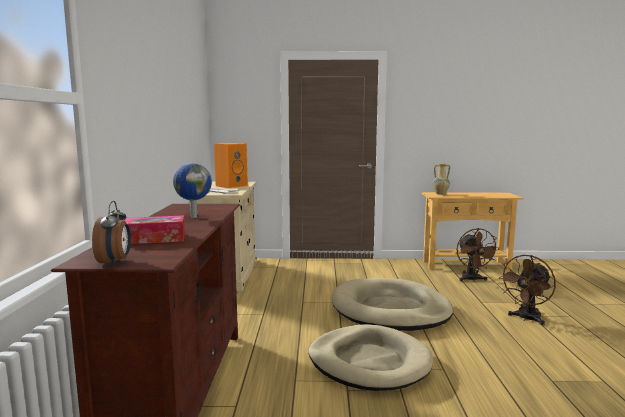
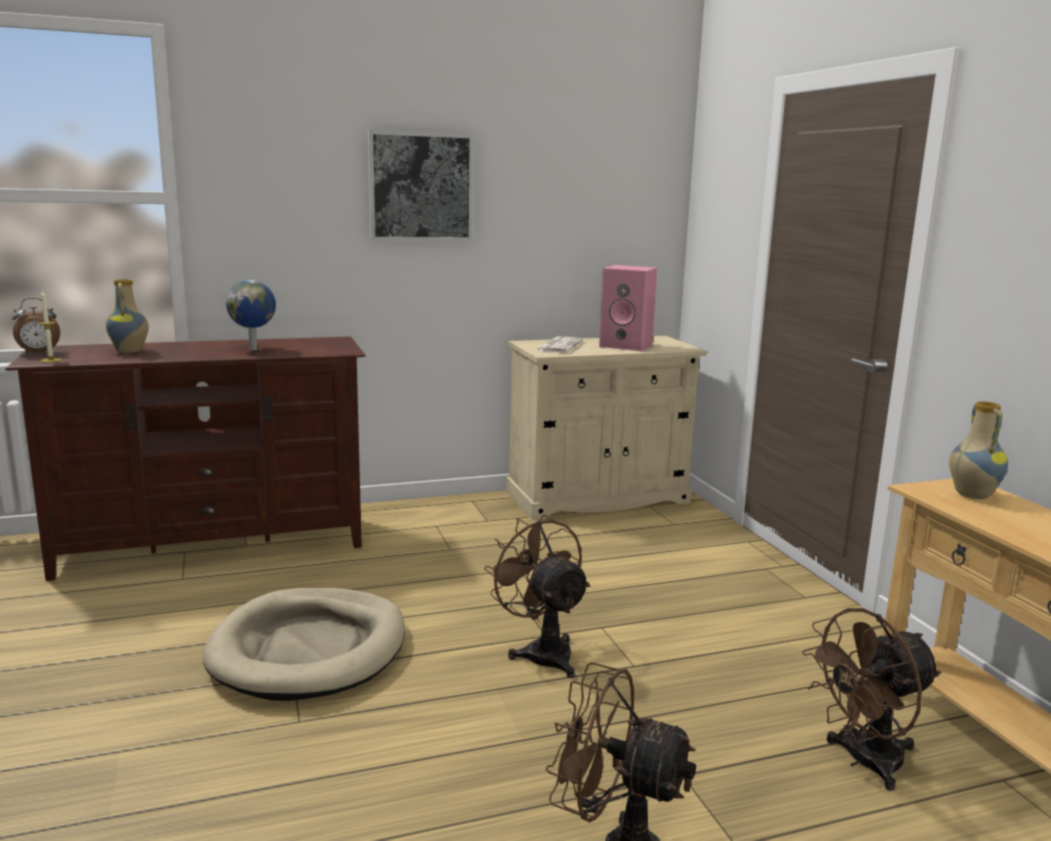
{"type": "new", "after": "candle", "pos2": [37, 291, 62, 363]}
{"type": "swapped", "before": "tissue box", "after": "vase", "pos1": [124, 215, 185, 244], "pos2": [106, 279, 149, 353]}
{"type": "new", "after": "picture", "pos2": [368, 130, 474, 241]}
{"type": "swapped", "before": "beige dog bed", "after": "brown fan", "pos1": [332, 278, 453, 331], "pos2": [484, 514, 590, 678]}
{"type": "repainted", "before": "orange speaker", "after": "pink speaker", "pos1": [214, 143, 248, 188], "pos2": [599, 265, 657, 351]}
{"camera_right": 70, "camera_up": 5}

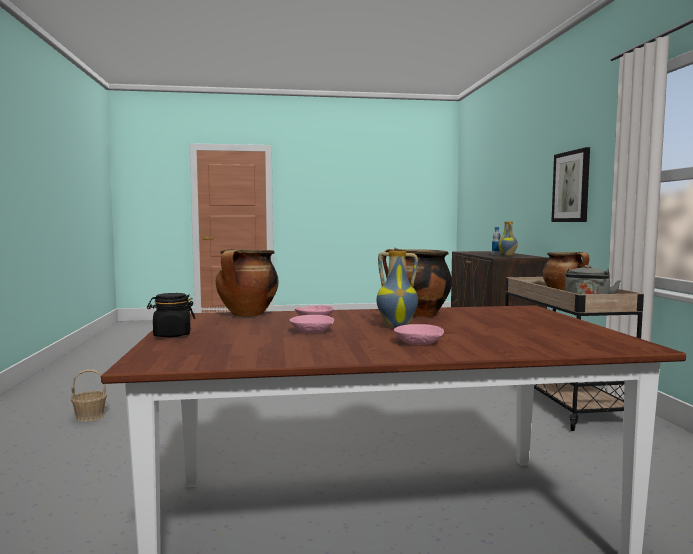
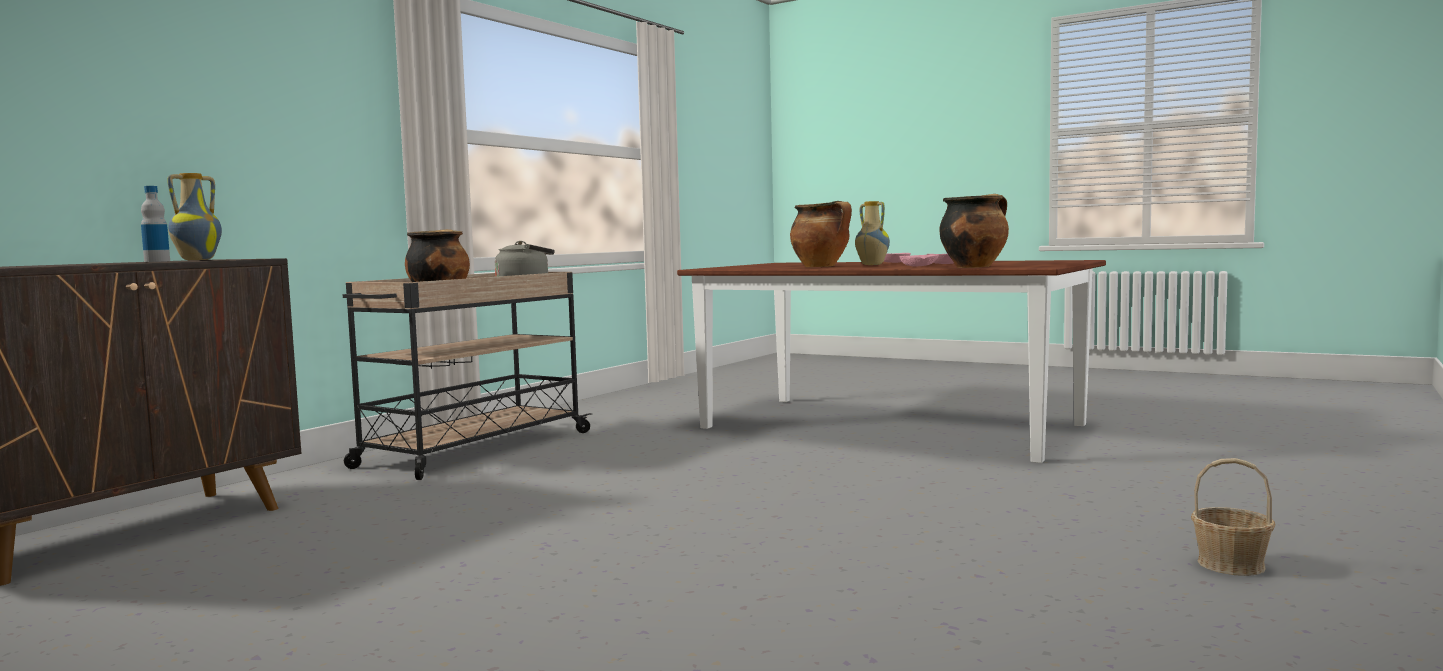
{"type": "gone", "before": "black jar", "pos1": [147, 293, 195, 337]}
{"type": "gone", "before": "picture", "pos1": [551, 147, 590, 222]}
{"camera_right": -140, "camera_up": 0}

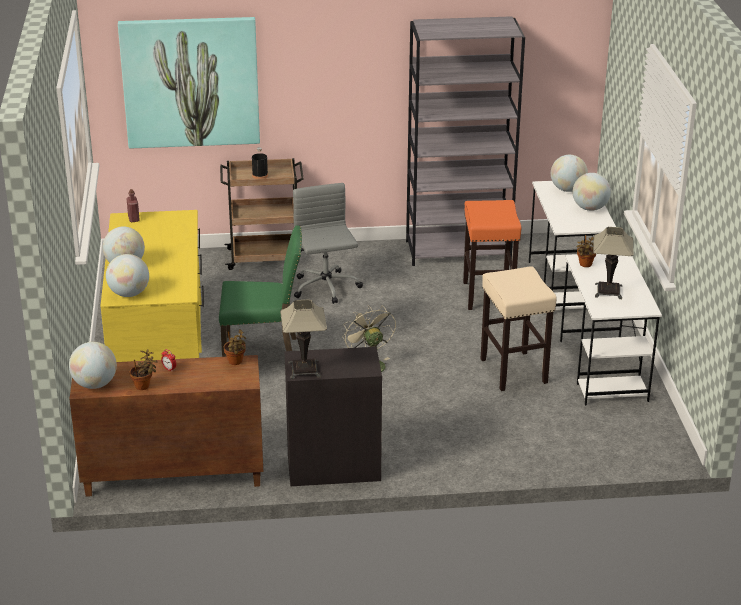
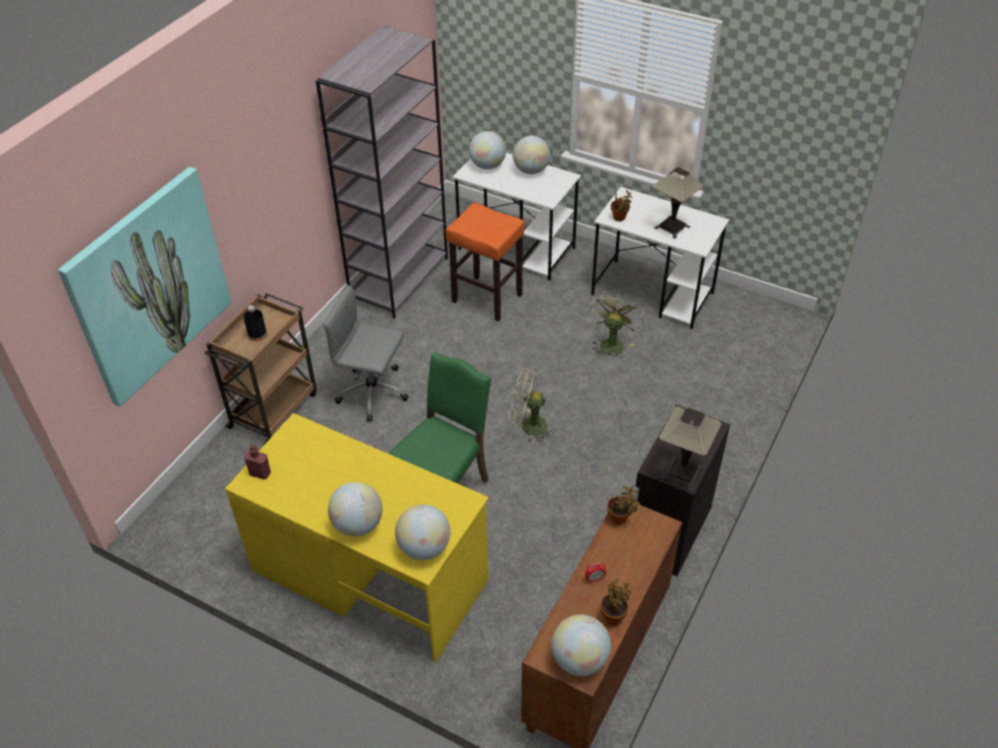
{"type": "swapped", "before": "beige stool", "after": "green fan", "pos1": [480, 266, 557, 391], "pos2": [590, 291, 644, 359]}
{"camera_right": -55, "camera_up": 15}

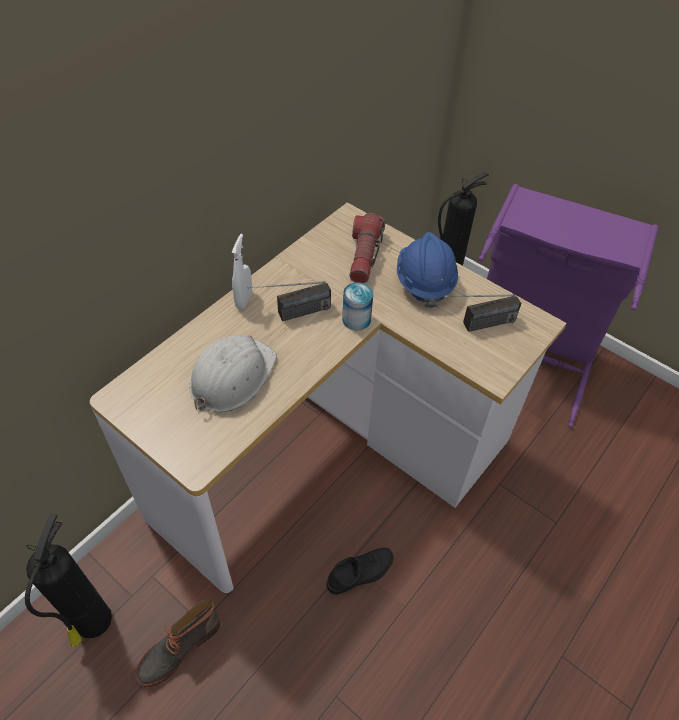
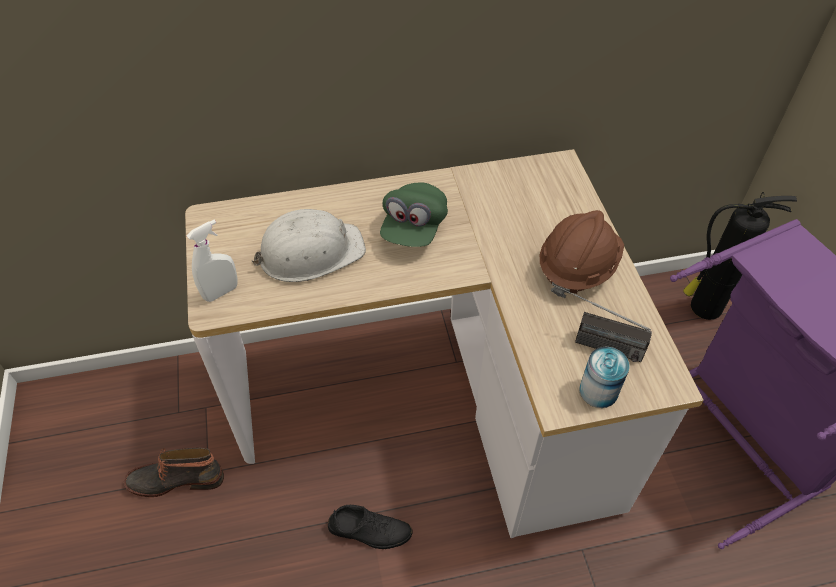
{"type": "shifted", "before": "white spray bottle", "pos1": [232, 234, 252, 310], "pos2": [187, 220, 238, 302]}
{"type": "swapped", "before": "radio", "after": "green cap", "pos1": [248, 281, 331, 321], "pos2": [380, 183, 448, 247]}
{"type": "repainted", "before": "blue hard hat", "after": "brown hard hat", "pos1": [397, 232, 458, 308], "pos2": [540, 210, 624, 298]}
{"type": "shifted", "before": "can", "pos1": [342, 282, 373, 330], "pos2": [579, 347, 630, 408]}
{"type": "gone", "before": "fire extinguisher", "pos1": [25, 514, 112, 647]}
{"type": "gone", "before": "flashlight", "pos1": [349, 213, 385, 283]}
{"camera_right": 40, "camera_up": 0}

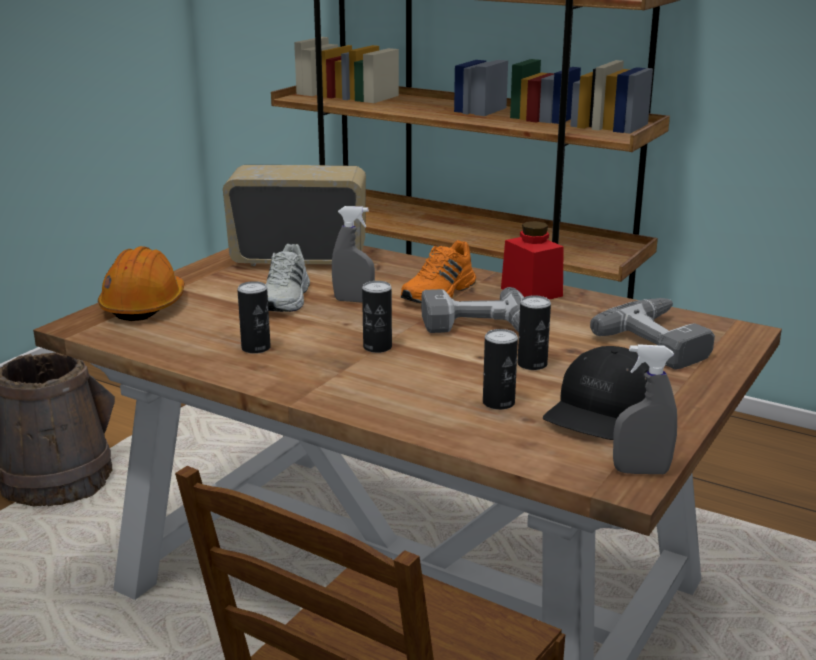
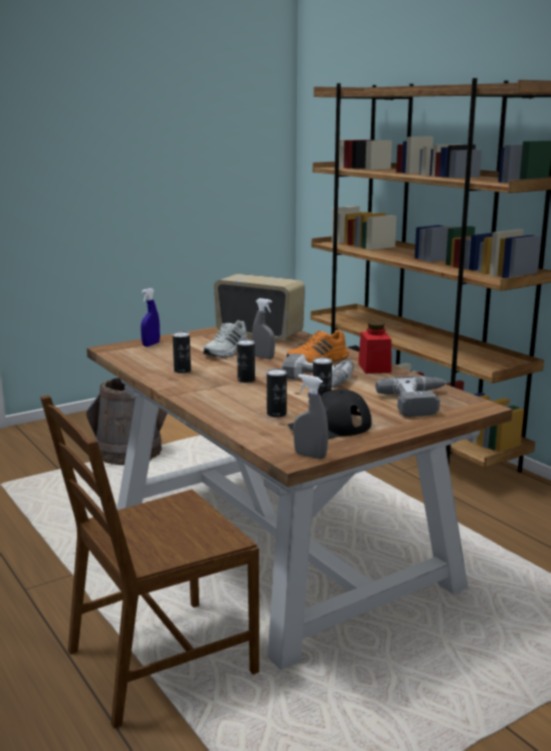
{"type": "swapped", "before": "orange hard hat", "after": "blue spray bottle", "pos1": [98, 246, 184, 321], "pos2": [141, 288, 160, 347]}
{"camera_right": 25, "camera_up": -5}

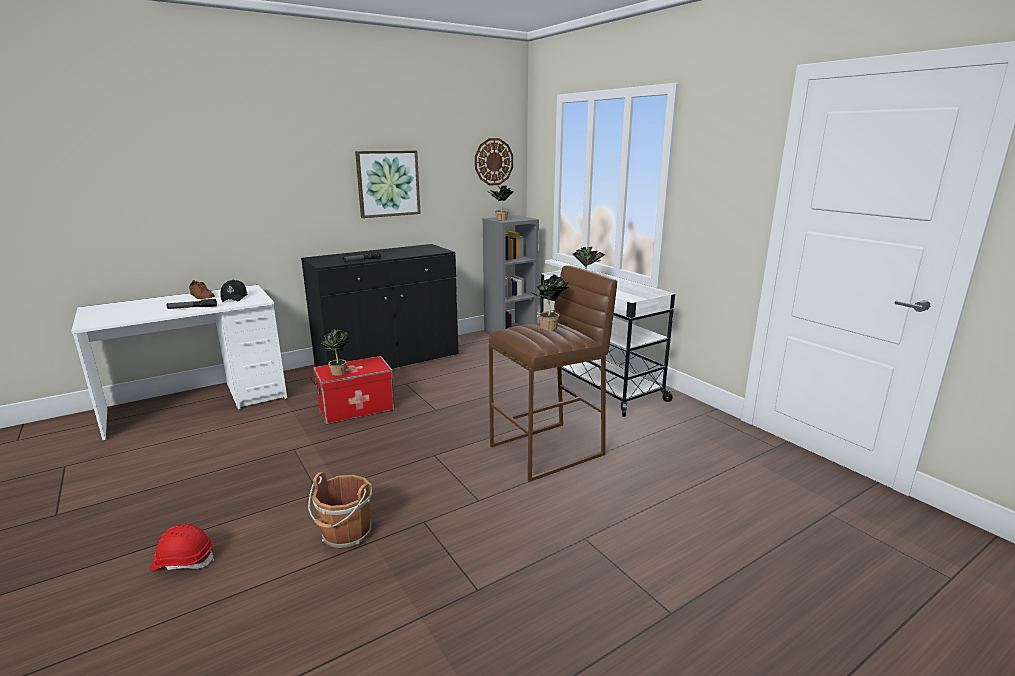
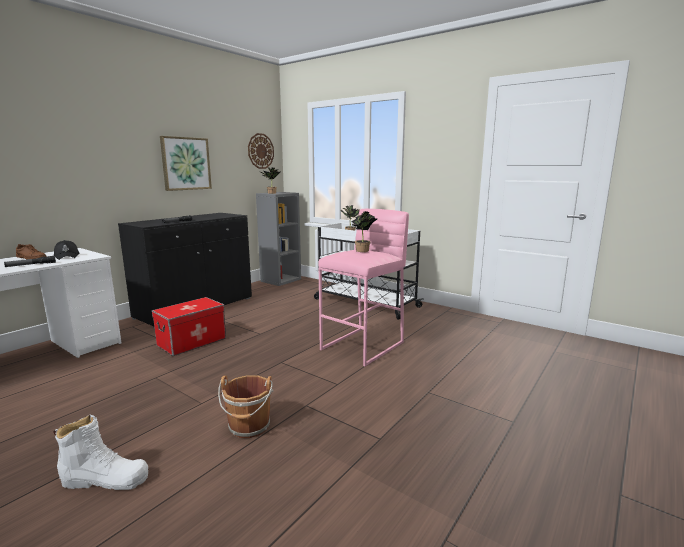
{"type": "swapped", "before": "red hard hat", "after": "white boot", "pos1": [149, 524, 214, 570], "pos2": [53, 415, 148, 490]}
{"type": "repainted", "before": "brown stool", "after": "pink stool", "pos1": [489, 265, 617, 482], "pos2": [318, 209, 409, 366]}
{"type": "gone", "before": "potted plant", "pos1": [321, 329, 351, 376]}
{"camera_right": -20, "camera_up": -5}

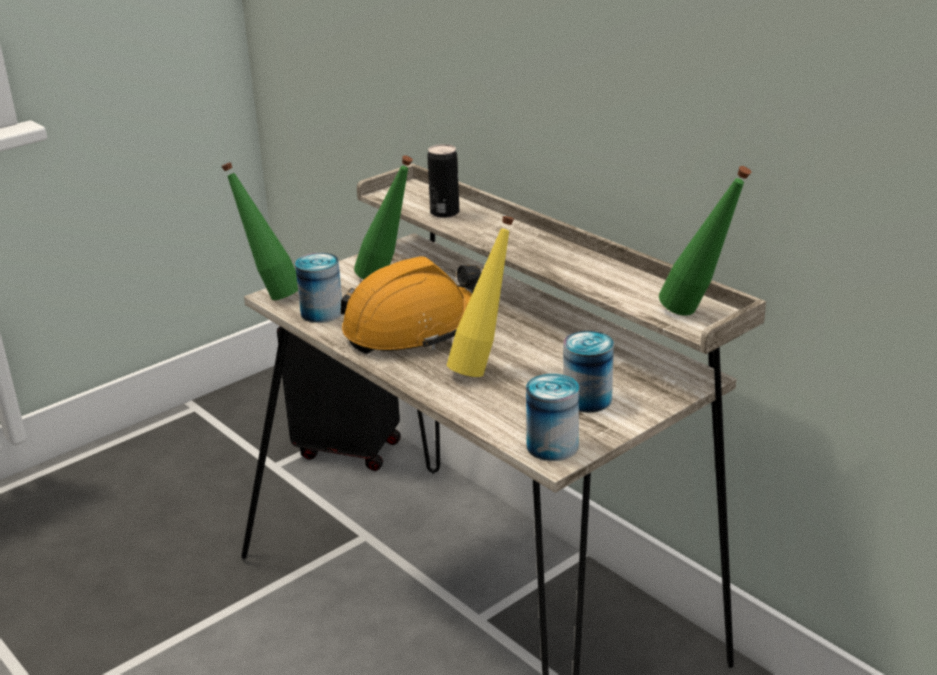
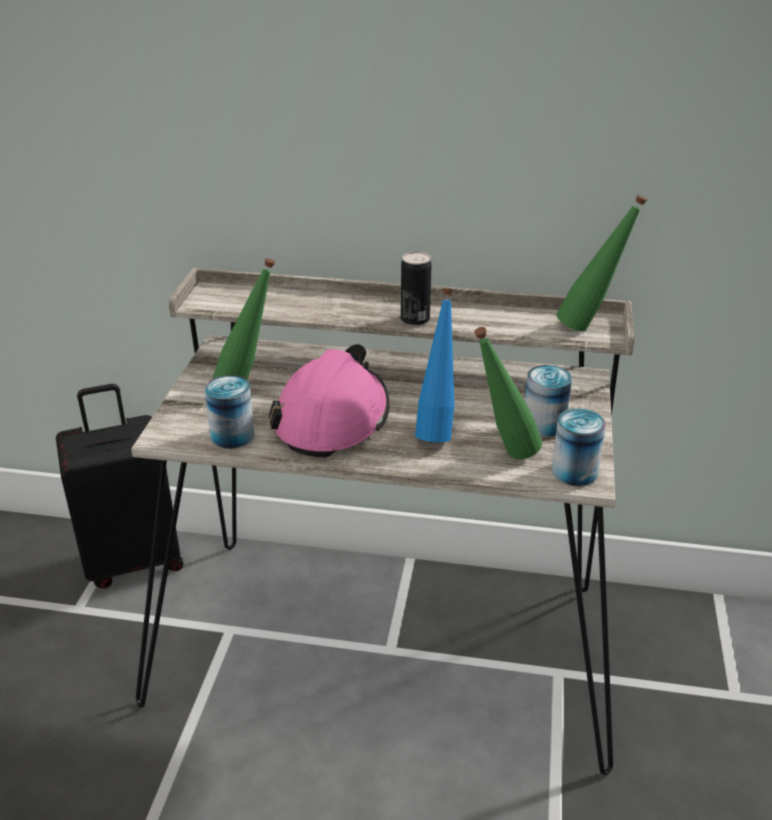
{"type": "repainted", "before": "orange hard hat", "after": "pink hard hat", "pos1": [341, 256, 481, 354], "pos2": [269, 344, 390, 457]}
{"type": "shifted", "before": "can", "pos1": [427, 144, 459, 218], "pos2": [401, 252, 432, 326]}
{"type": "repainted", "before": "yellow bottle", "after": "blue bottle", "pos1": [447, 216, 514, 377], "pos2": [415, 288, 454, 442]}
{"type": "shifted", "before": "green bottle", "pos1": [221, 162, 298, 300], "pos2": [474, 327, 542, 459]}
{"camera_right": -40, "camera_up": 5}

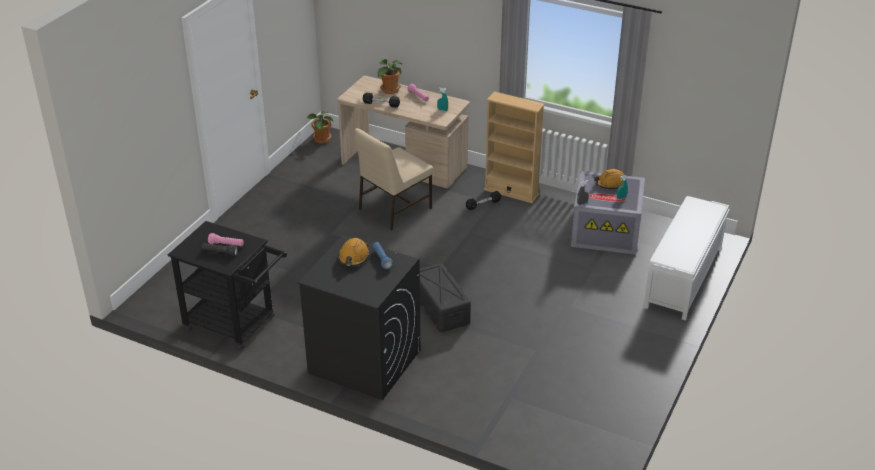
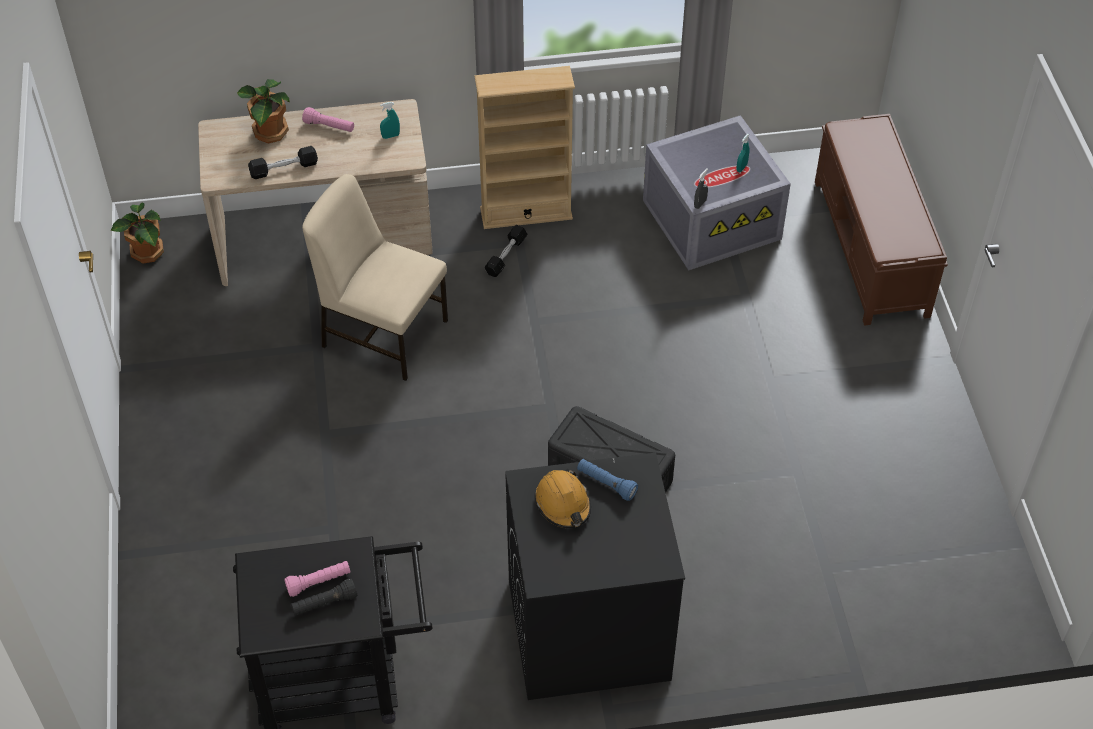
{"type": "rotated", "before": "beige chair", "pos1": [355, 128, 433, 230], "pos2": [302, 174, 448, 381], "turn": 105}
{"type": "repainted", "before": "white bench", "after": "brown bench", "pos1": [643, 196, 730, 321], "pos2": [815, 114, 948, 326]}
{"type": "gone", "before": "orange hard hat", "pos1": [594, 169, 624, 190]}
{"camera_right": -35, "camera_up": 15}

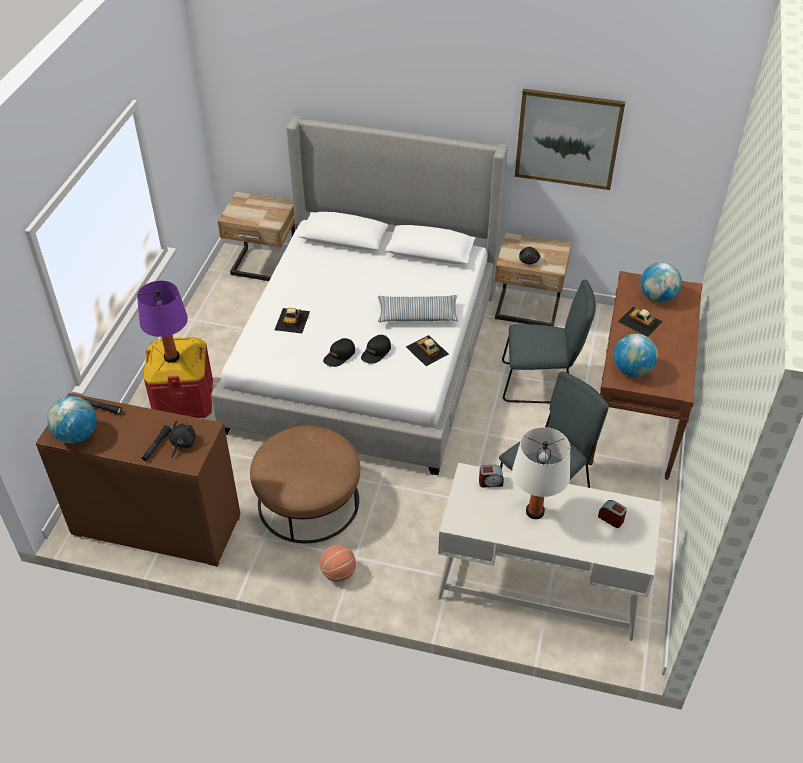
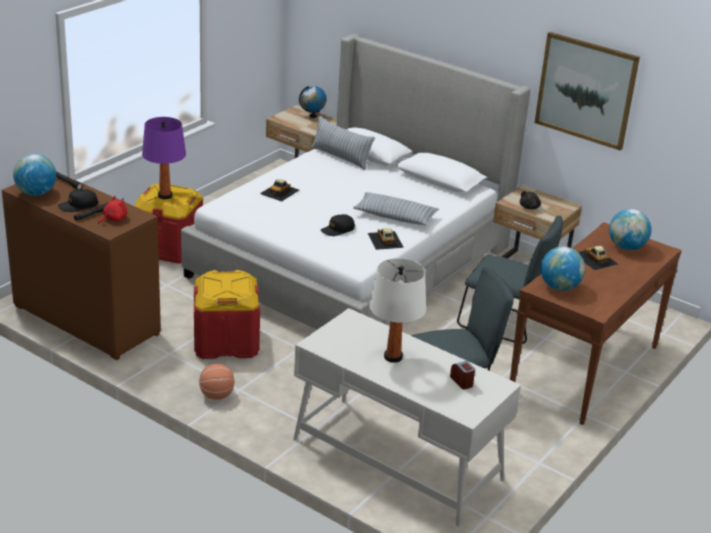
{"type": "shifted", "before": "black cap", "pos1": [323, 338, 355, 367], "pos2": [58, 189, 99, 212]}
{"type": "repainted", "before": "black plush toy", "after": "red plush toy", "pos1": [168, 420, 196, 458], "pos2": [98, 196, 127, 224]}
{"type": "swapped", "before": "brown ottoman", "after": "red storage box", "pos1": [250, 426, 360, 543], "pos2": [194, 270, 260, 359]}
{"type": "new", "after": "globe", "pos2": [299, 86, 327, 118]}
{"type": "new", "after": "pillow", "pos2": [311, 116, 375, 170]}
{"type": "gone", "before": "alarm clock", "pos1": [479, 465, 504, 488]}
{"camera_right": 20, "camera_up": -15}

